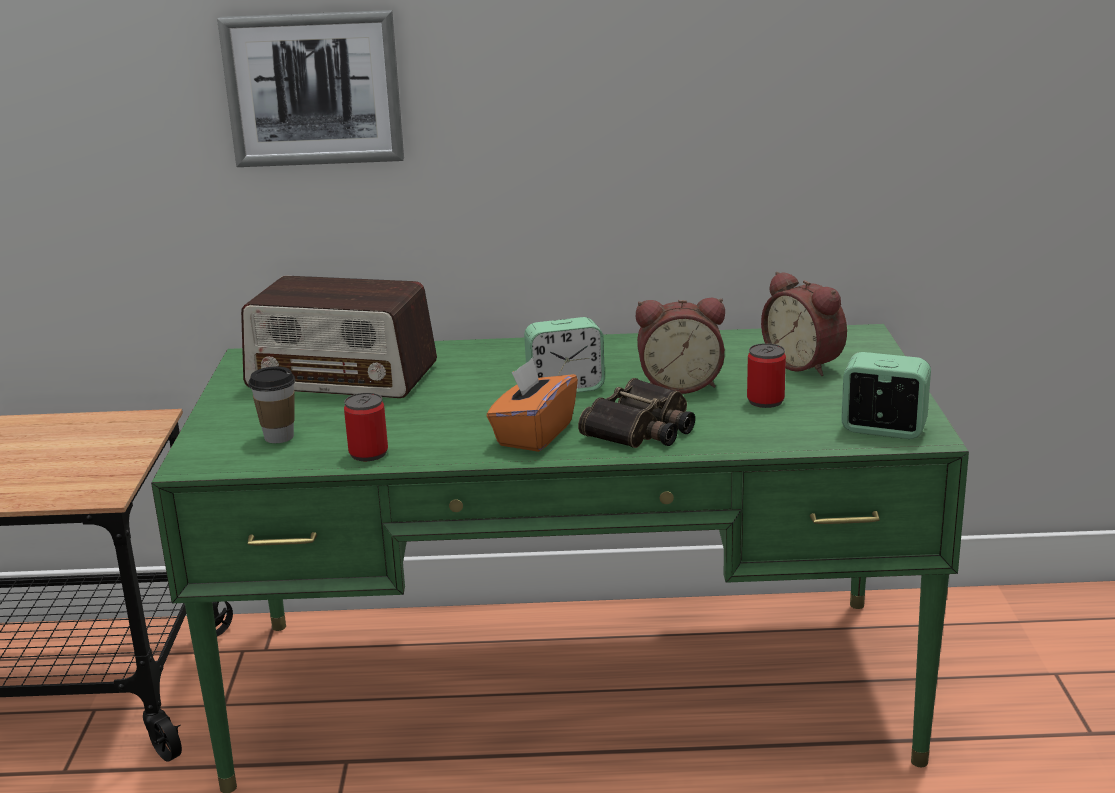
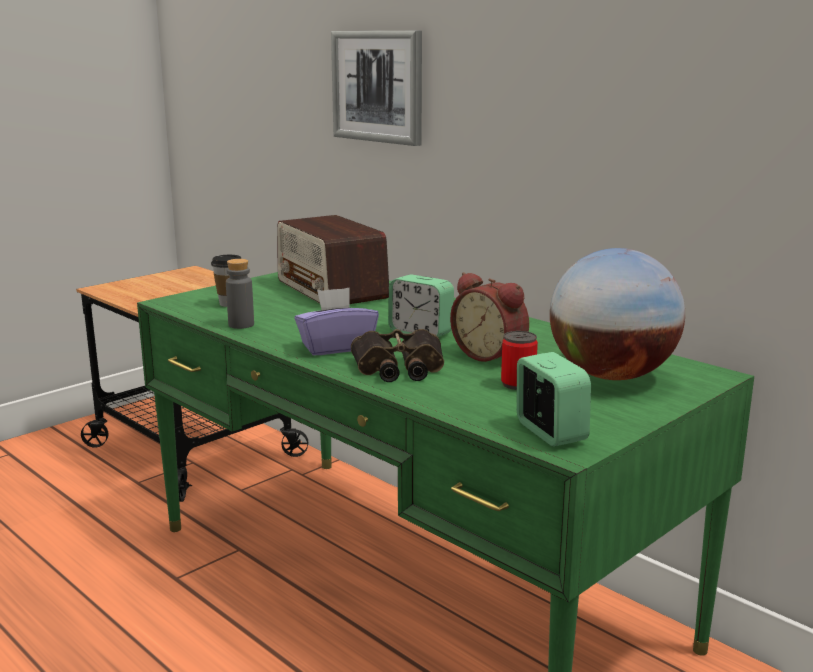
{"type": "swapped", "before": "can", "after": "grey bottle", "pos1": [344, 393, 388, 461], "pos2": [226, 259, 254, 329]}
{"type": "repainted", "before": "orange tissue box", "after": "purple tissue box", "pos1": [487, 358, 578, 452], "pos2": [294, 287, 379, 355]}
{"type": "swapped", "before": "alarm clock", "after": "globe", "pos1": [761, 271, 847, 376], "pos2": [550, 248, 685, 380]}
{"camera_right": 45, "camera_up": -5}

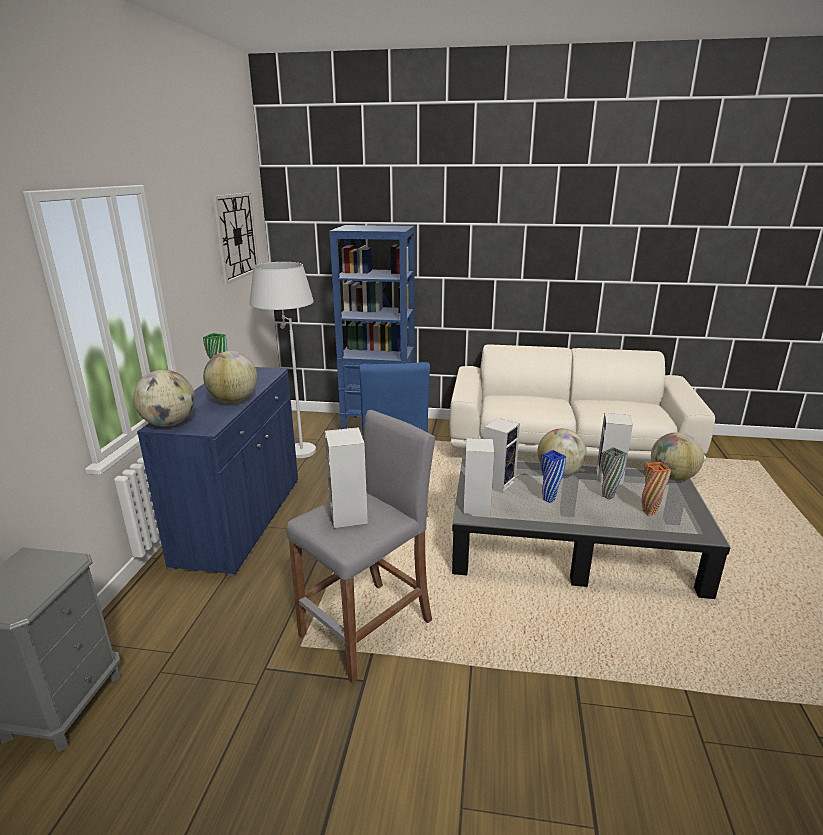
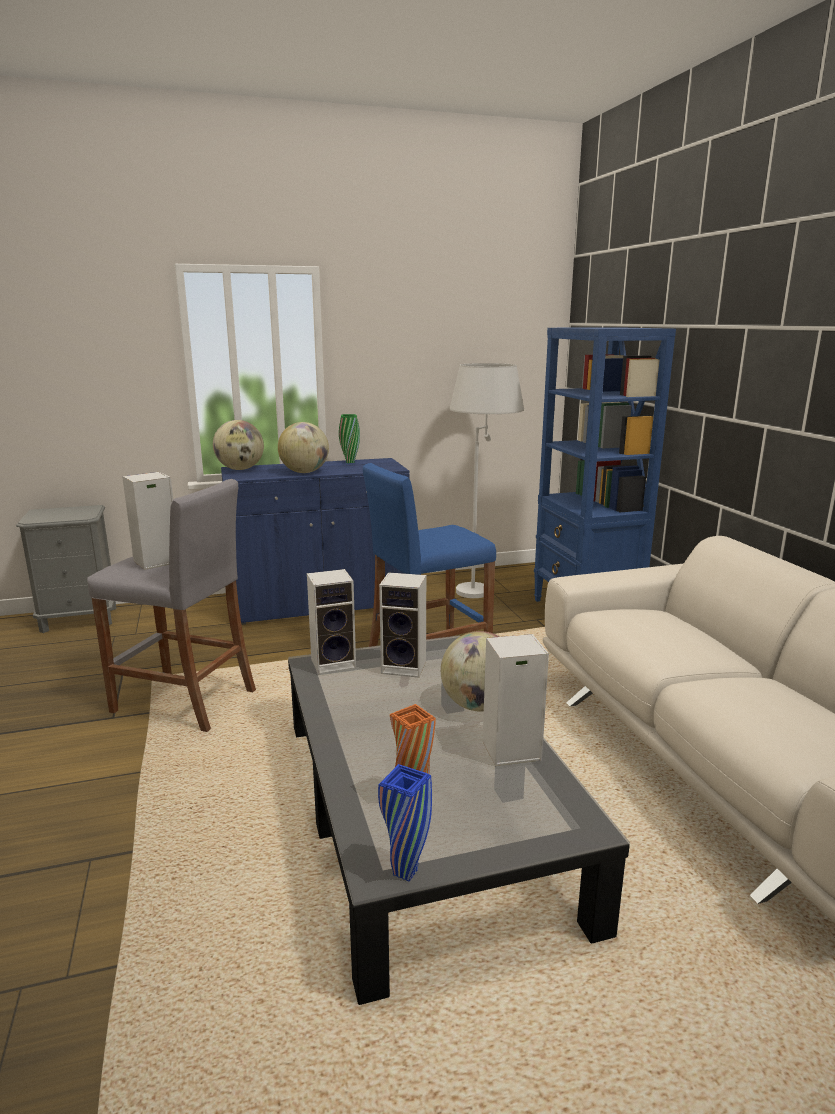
{"type": "shifted", "before": "blue vase", "pos1": [541, 450, 566, 503], "pos2": [378, 764, 432, 881]}
{"type": "gone", "before": "wall clock", "pos1": [212, 192, 259, 284]}
{"type": "gone", "before": "grey vase", "pos1": [601, 447, 627, 500]}
{"type": "gone", "before": "globe", "pos1": [651, 432, 704, 481]}
{"camera_right": 65, "camera_up": -5}

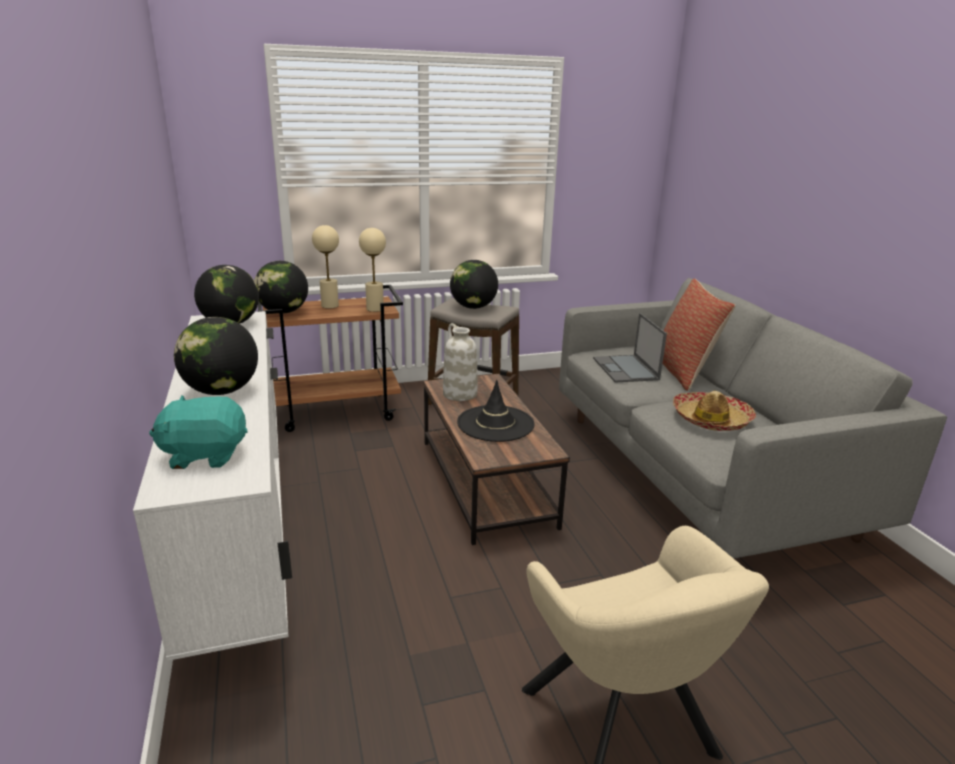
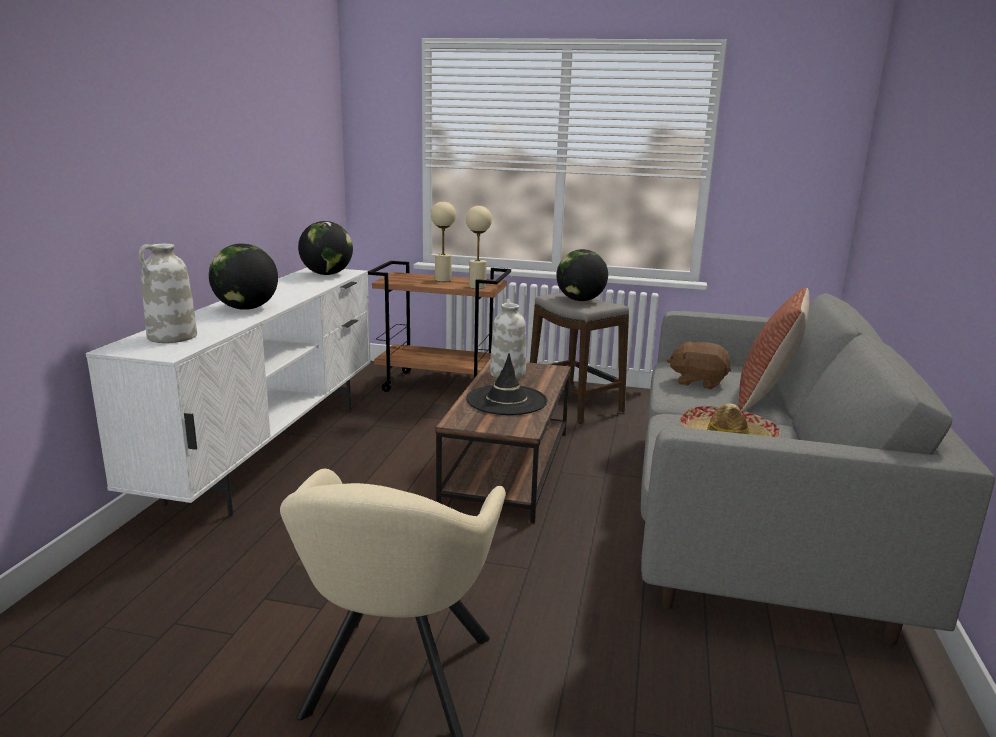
{"type": "swapped", "before": "turquoise plush toy", "after": "white vase", "pos1": [149, 395, 248, 469], "pos2": [139, 244, 197, 343]}
{"type": "swapped", "before": "laptop", "after": "brown plush toy", "pos1": [593, 313, 667, 383], "pos2": [667, 341, 731, 389]}
{"type": "gone", "before": "globe", "pos1": [254, 261, 308, 314]}
{"camera_right": 30, "camera_up": -5}

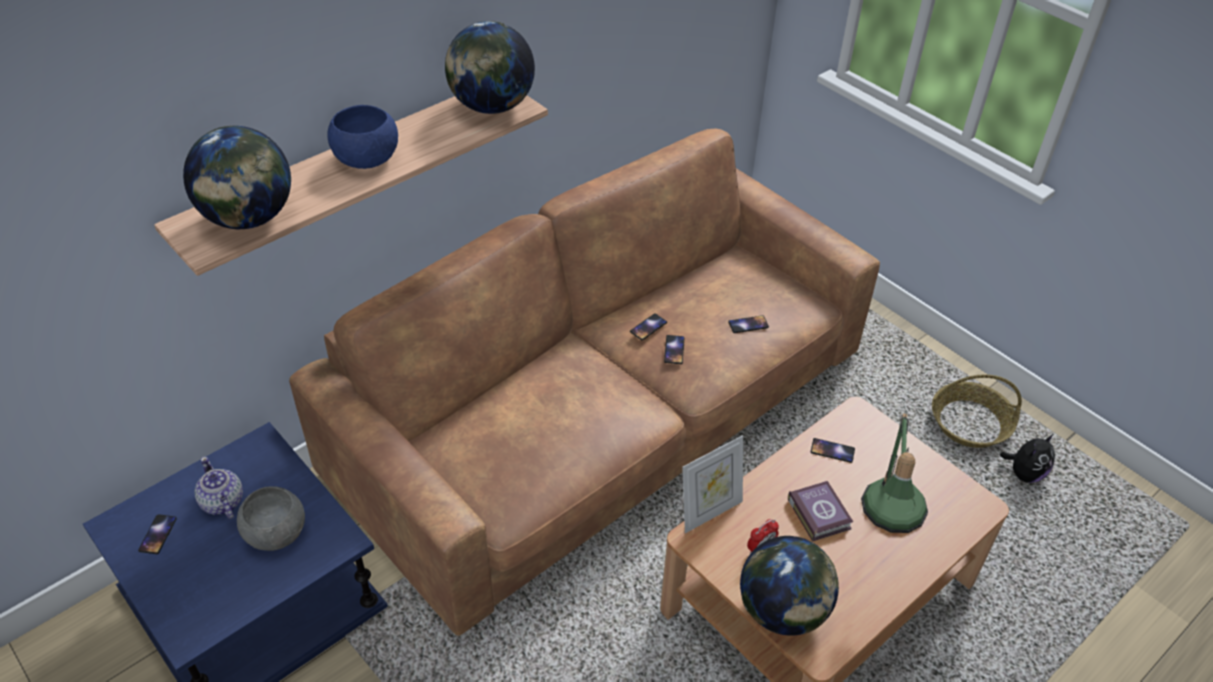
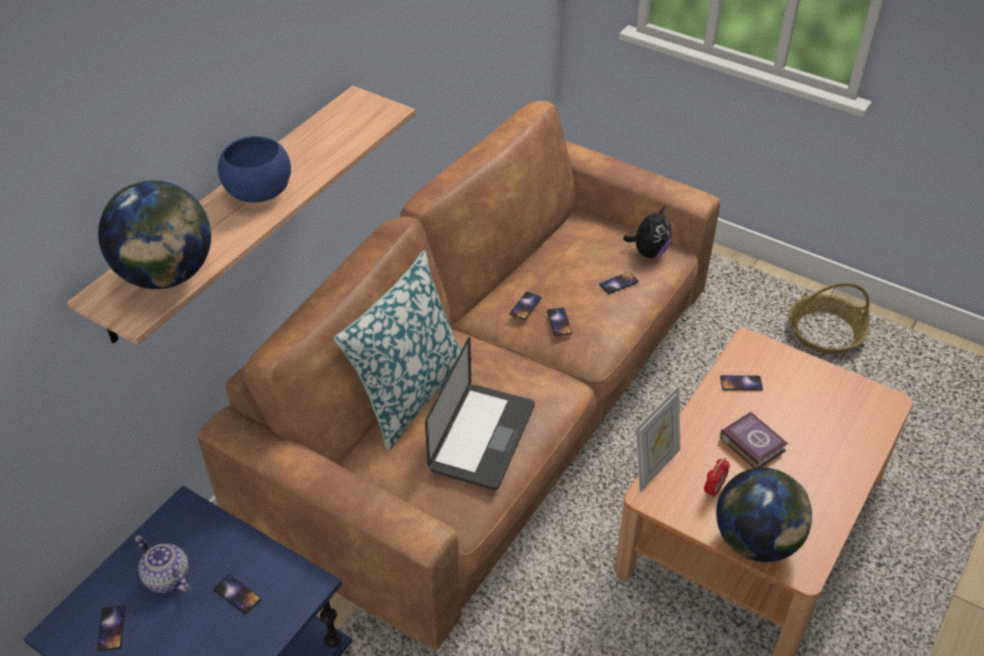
{"type": "swapped", "before": "grey bowl", "after": "phone", "pos1": [237, 486, 305, 551], "pos2": [213, 575, 261, 614]}
{"type": "new", "after": "pillow", "pos2": [334, 251, 462, 451]}
{"type": "new", "after": "laptop", "pos2": [425, 337, 535, 490]}
{"type": "shifted", "before": "plush toy", "pos1": [1000, 434, 1055, 483], "pos2": [623, 206, 671, 258]}
{"type": "gone", "before": "globe", "pos1": [445, 21, 535, 114]}
{"type": "gone", "before": "table lamp", "pos1": [861, 411, 928, 533]}
{"camera_right": -15, "camera_up": 0}

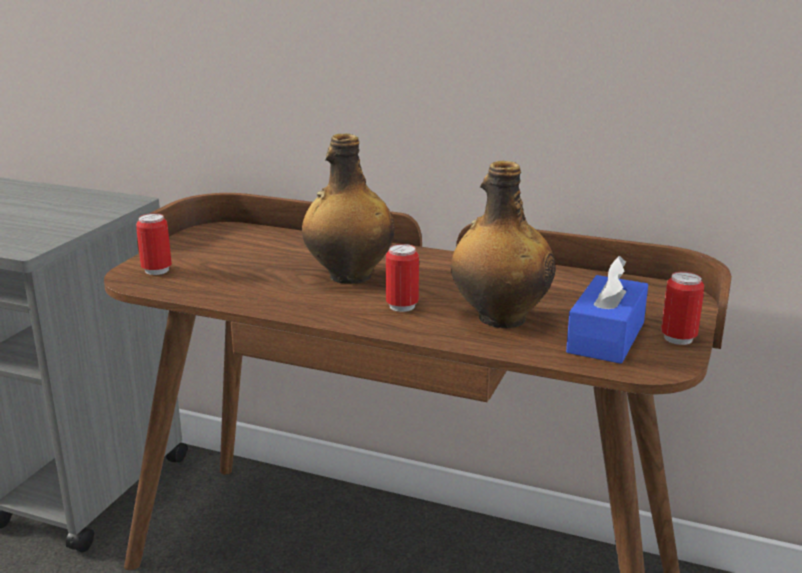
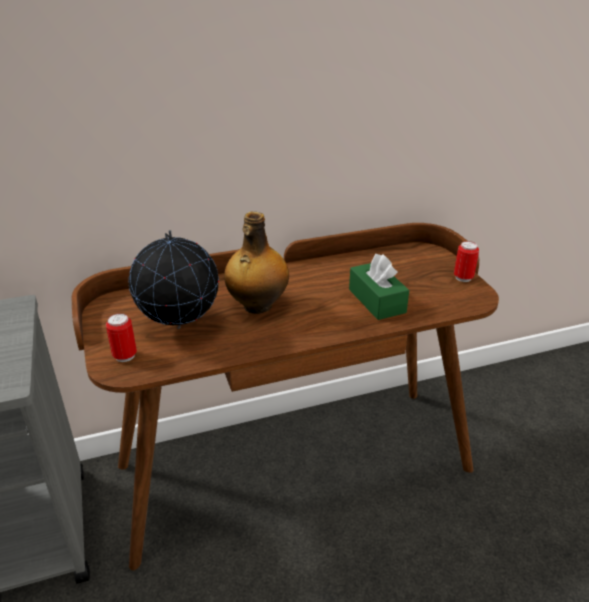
{"type": "new", "after": "globe", "pos2": [129, 230, 219, 329]}
{"type": "swapped", "before": "bottle", "after": "green tissue box", "pos1": [451, 161, 556, 328], "pos2": [349, 254, 409, 320]}
{"type": "gone", "before": "can", "pos1": [386, 244, 419, 312]}
{"type": "gone", "before": "blue tissue box", "pos1": [566, 256, 648, 364]}
{"camera_right": -40, "camera_up": 10}

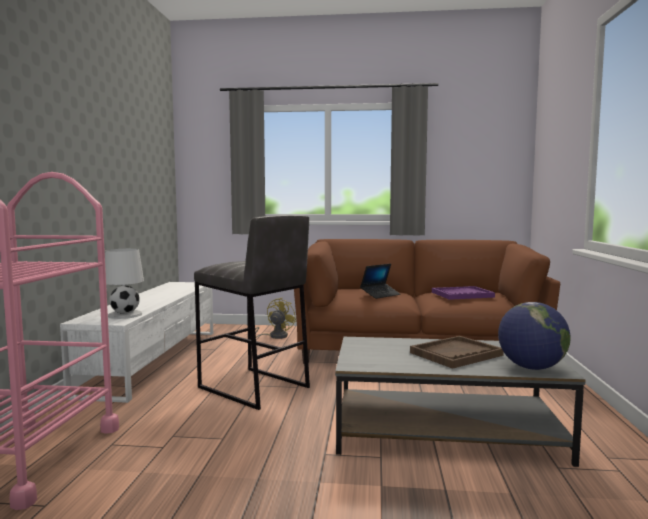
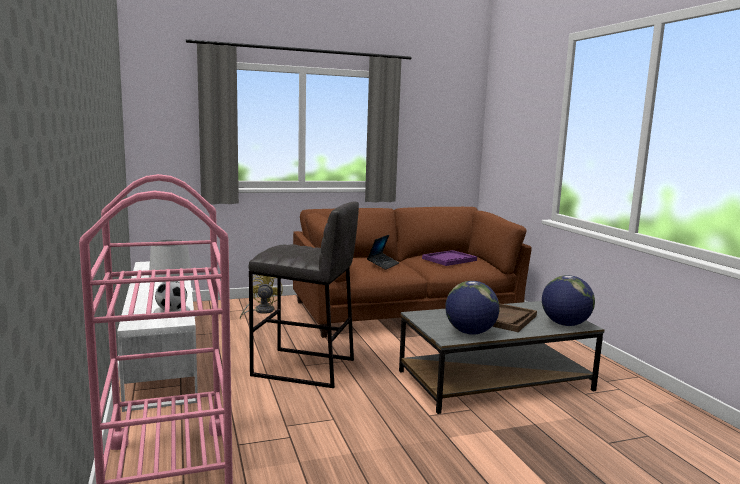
{"type": "new", "after": "globe", "pos2": [445, 281, 500, 335]}
{"camera_right": -25, "camera_up": 5}

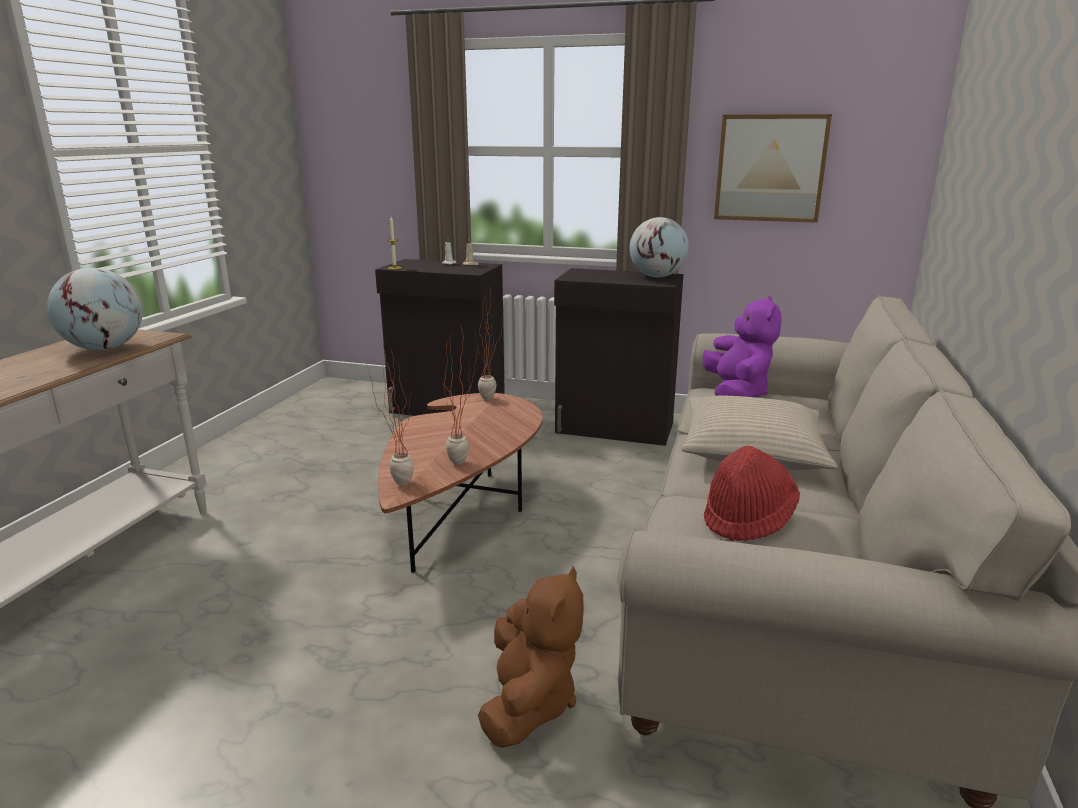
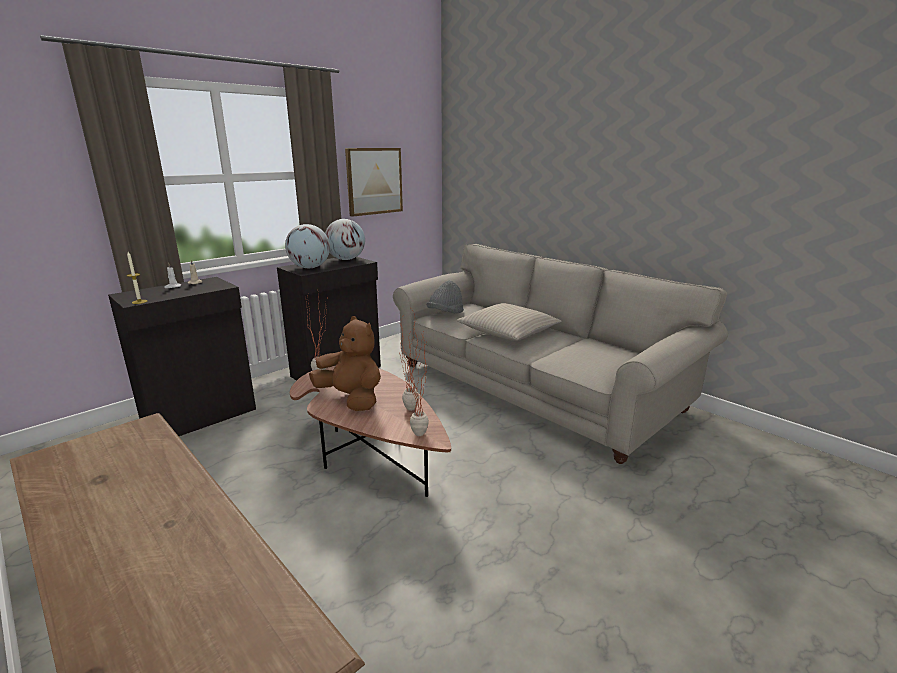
{"type": "shifted", "before": "globe", "pos1": [47, 268, 143, 351], "pos2": [285, 224, 330, 268]}
{"type": "shifted", "before": "brown plush toy", "pos1": [478, 566, 584, 748], "pos2": [309, 316, 381, 411]}
{"type": "swapped", "before": "purple plush toy", "after": "grey hat", "pos1": [702, 296, 782, 397], "pos2": [426, 281, 464, 313]}
{"type": "gone", "before": "red hat", "pos1": [704, 446, 800, 541]}
{"camera_right": -60, "camera_up": 0}

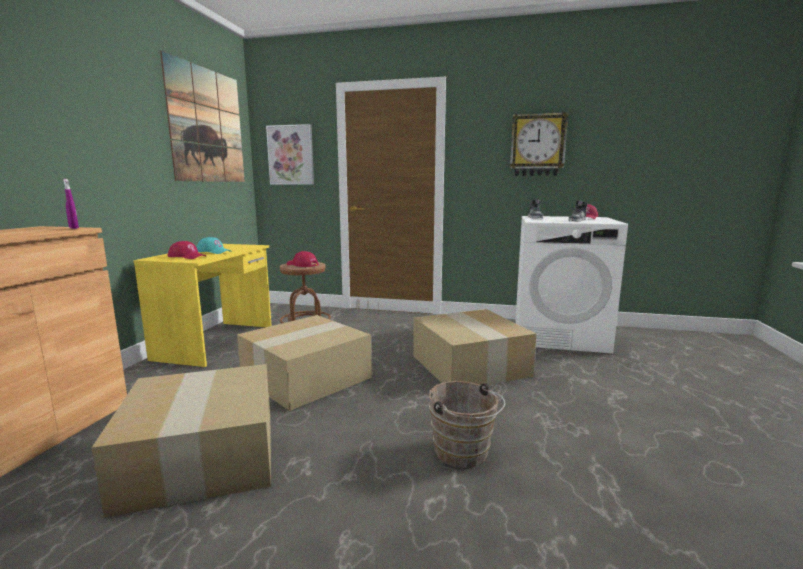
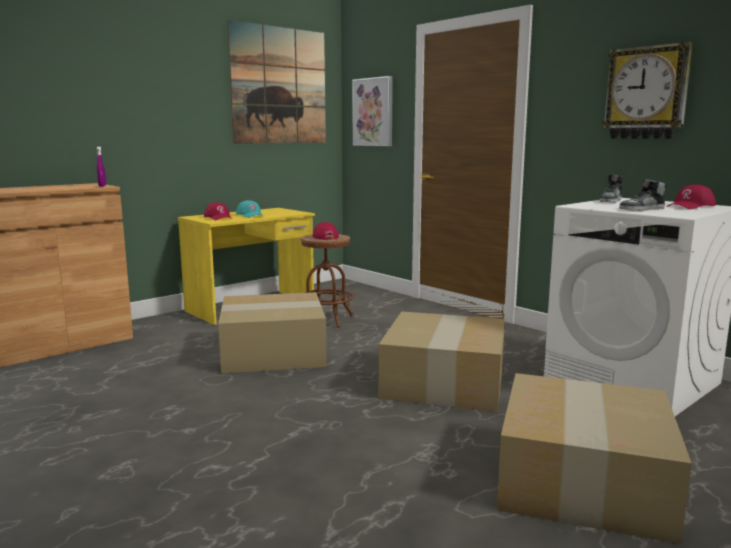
{"type": "shifted", "before": "cardboard box", "pos1": [92, 364, 271, 518], "pos2": [497, 373, 692, 544]}
{"type": "gone", "before": "brown bucket", "pos1": [429, 381, 505, 468]}
{"camera_right": 35, "camera_up": 0}

